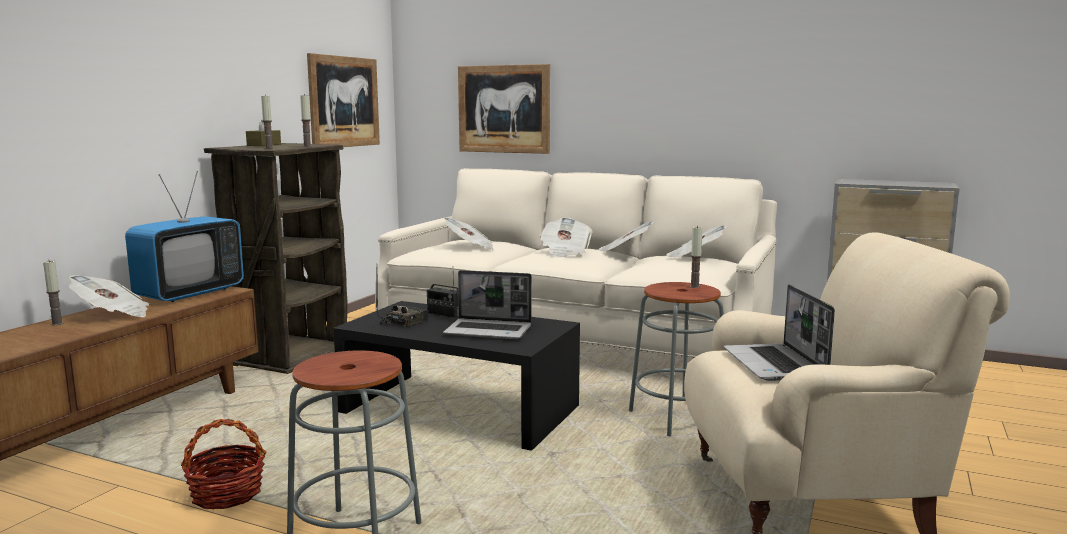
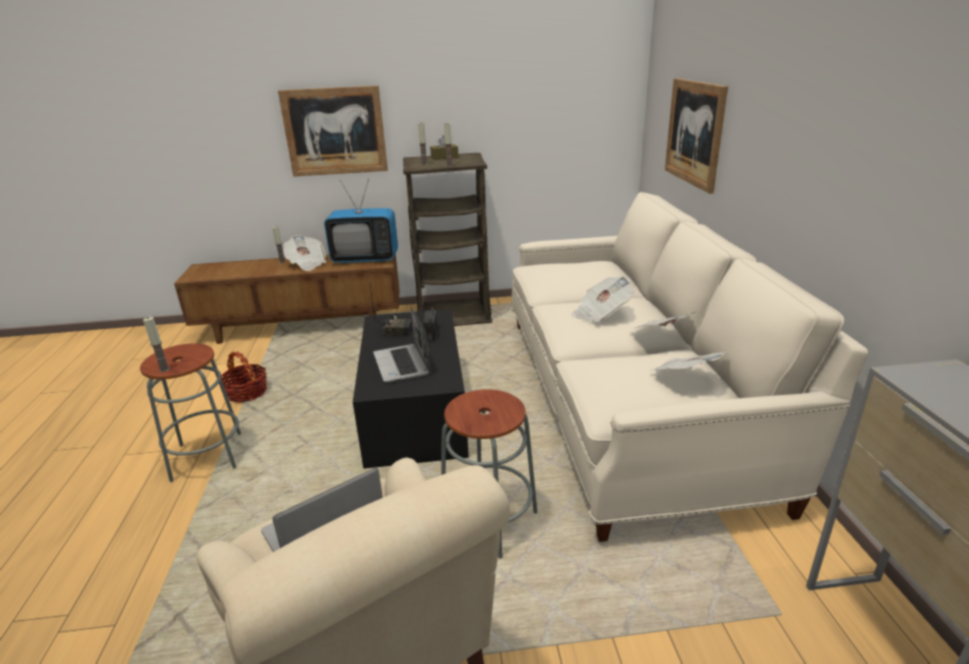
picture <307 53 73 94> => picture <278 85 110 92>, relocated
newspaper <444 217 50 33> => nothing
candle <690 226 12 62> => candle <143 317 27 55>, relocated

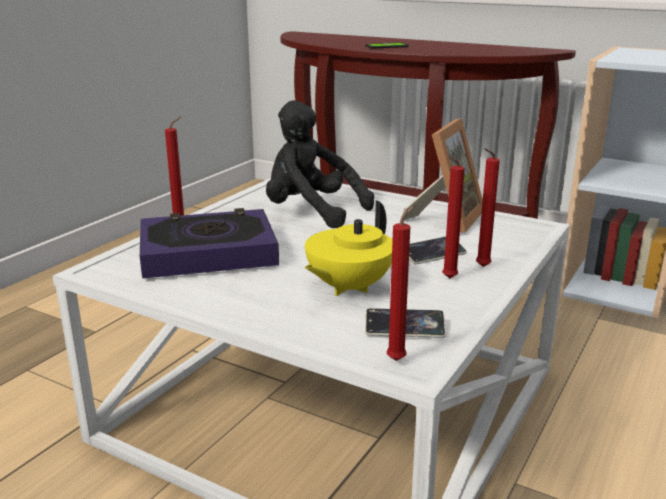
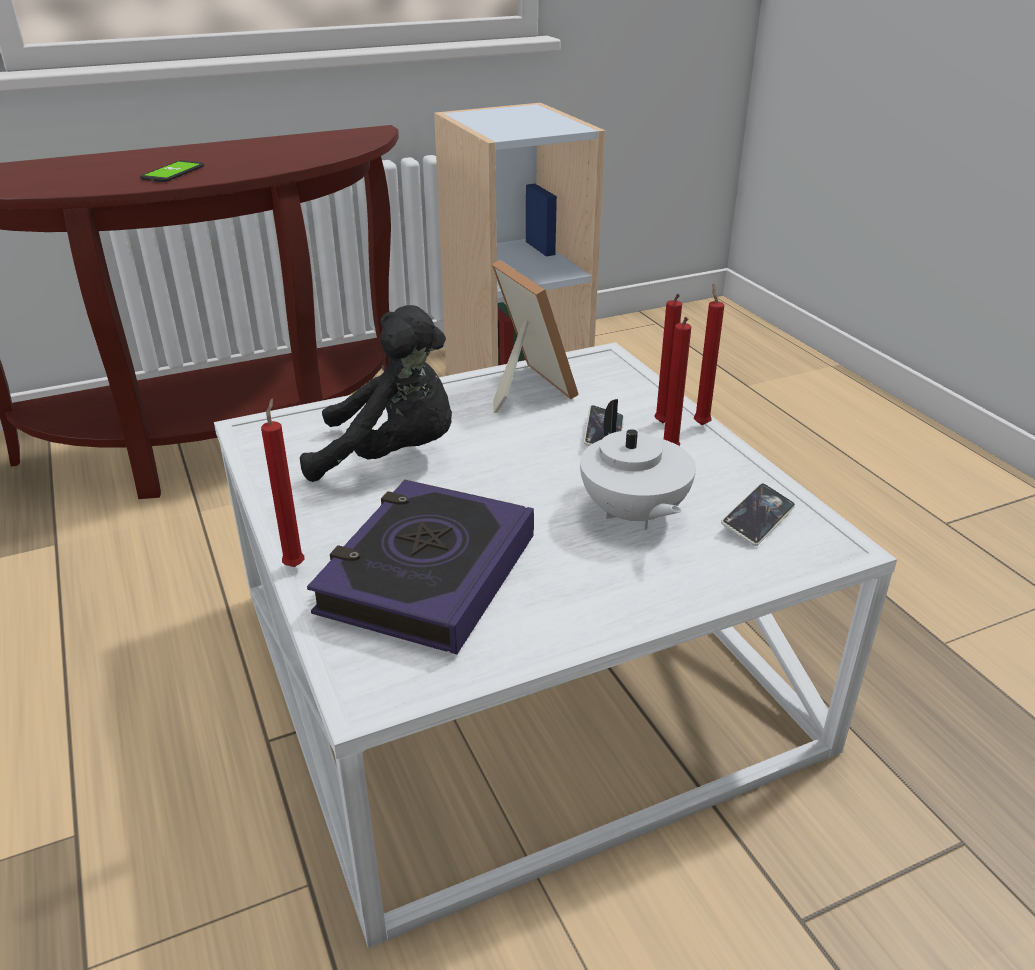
black plush toy <266 100 108 128> => black plush toy <300 305 152 177>, 150 degrees counterclockwise
yellow teapot <305 201 88 95> => white teapot <580 399 116 131>
red candle <387 205 28 156> => red candle <694 283 31 142>, relocated

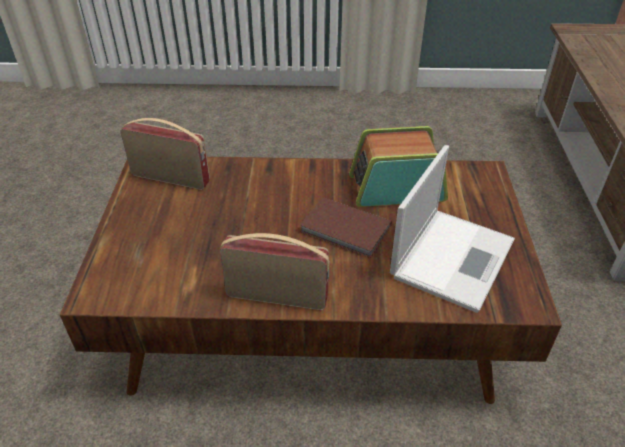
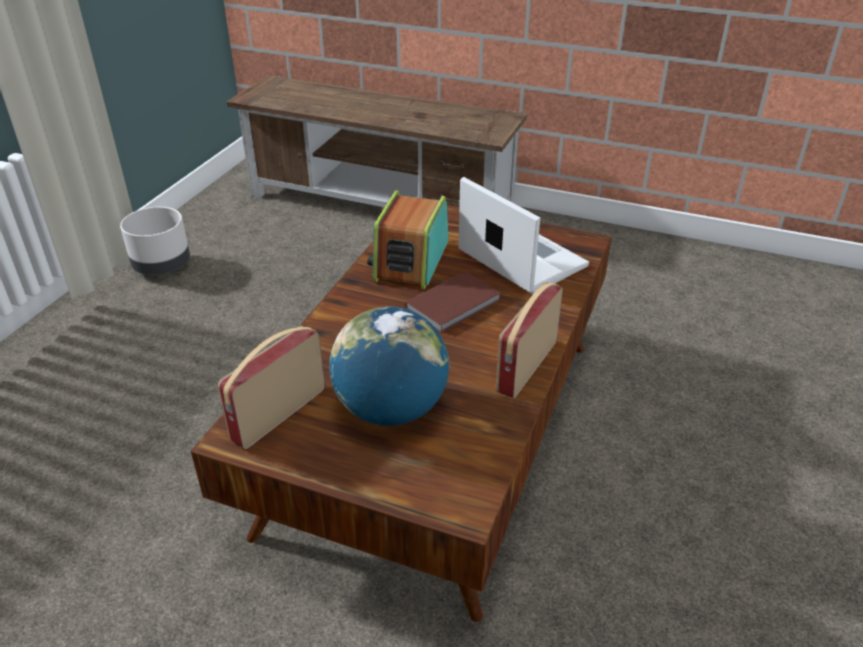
nothing => grey planter <120 207 70 68>
nothing => globe <329 306 120 120>

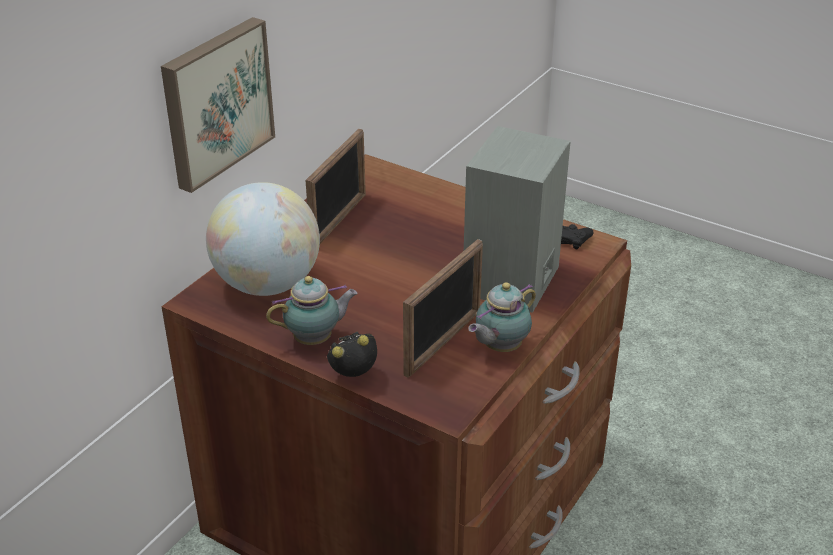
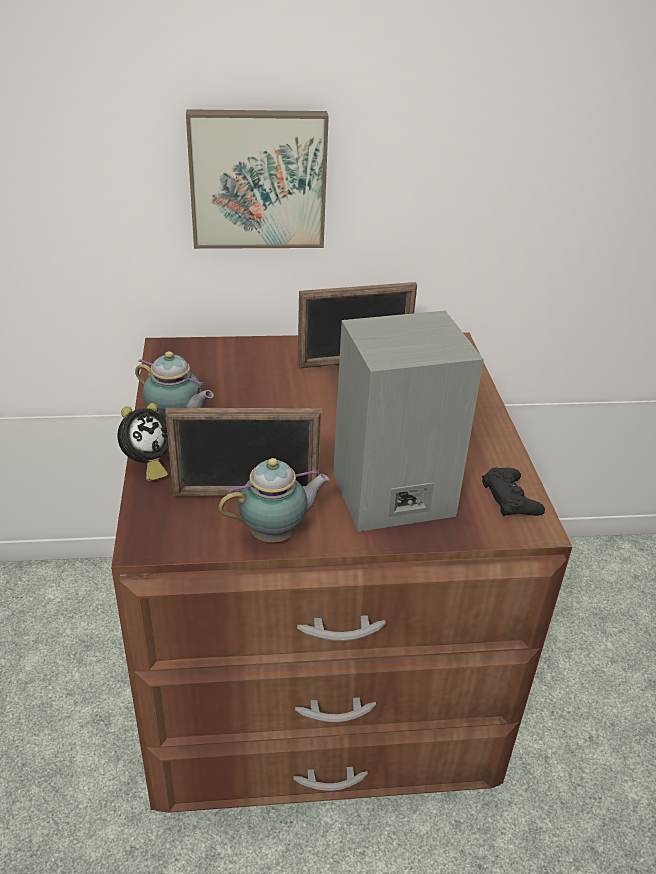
globe <206 182 114 114> => nothing
alarm clock <327 331 50 46> => alarm clock <117 403 52 78>, 105 degrees clockwise
teapot <468 282 68 70> => teapot <218 458 112 84>, 150 degrees clockwise

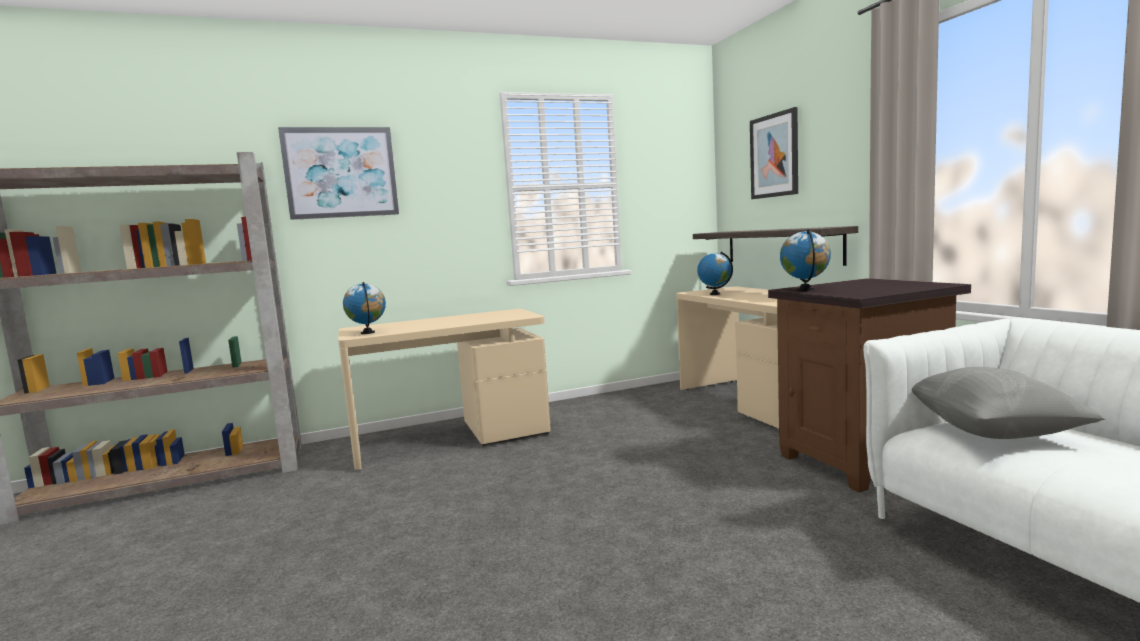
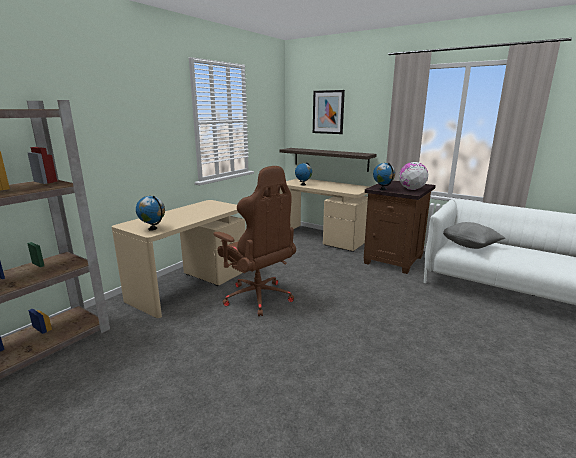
picture <278 127 121 93> => nothing
nothing => brown office chair <214 166 82 150>
nothing => globe <399 162 29 28>

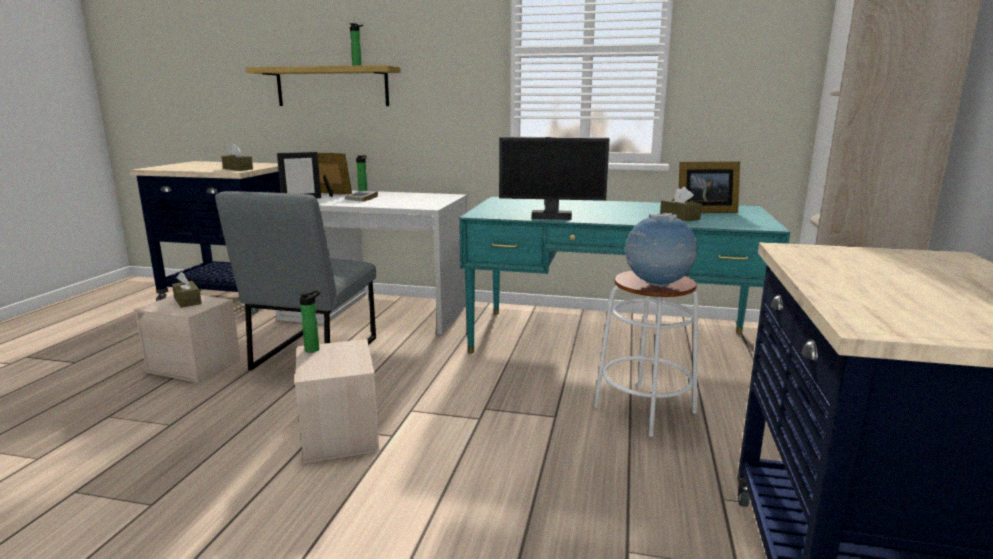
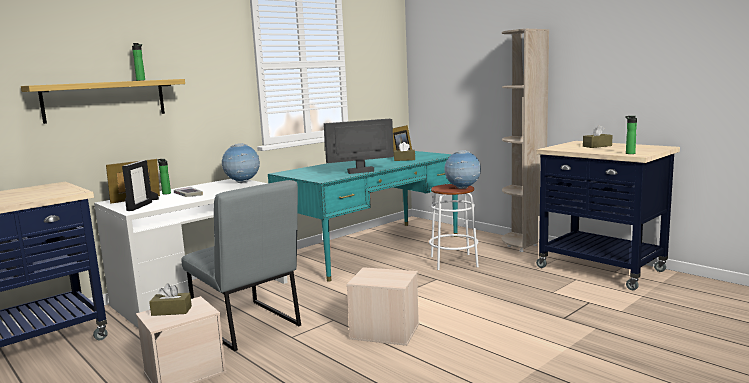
brown tissue box <221 144 32 27> => brown tissue box <583 125 30 23>, relocated
bottle <299 290 22 63> => bottle <625 116 12 38>, relocated
monitor <499 137 111 83> => monitor <324 119 70 55>, 150 degrees counterclockwise
nothing => globe <222 143 38 40>

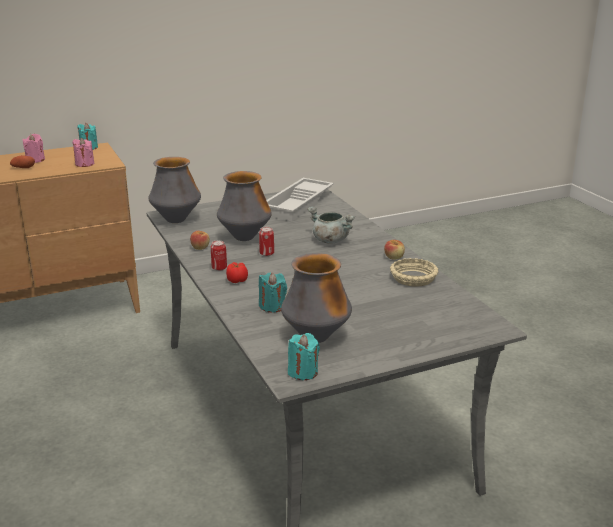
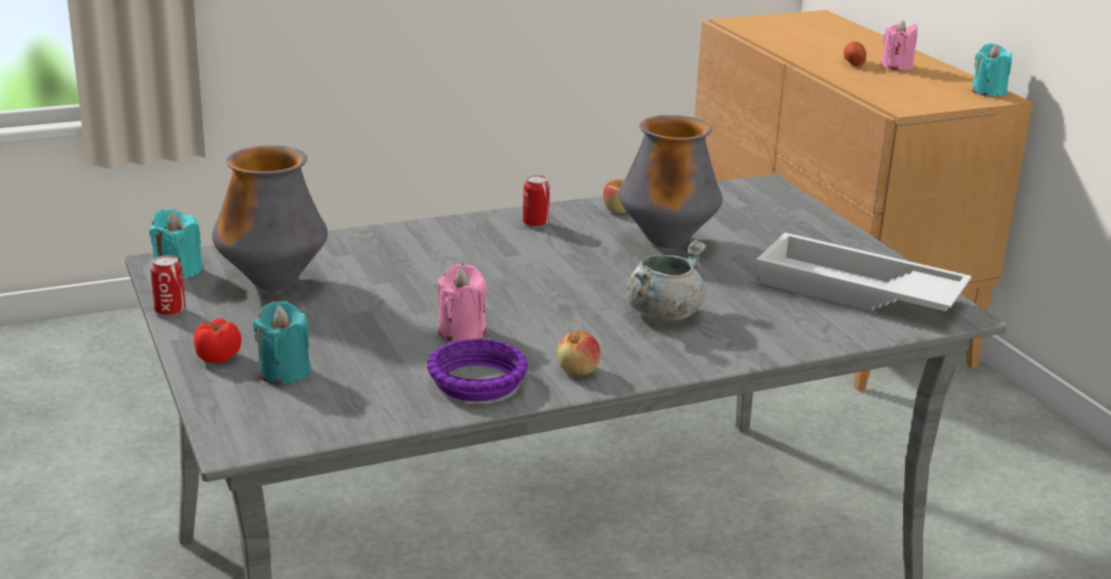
pink candle <72 138 22 29> => pink candle <437 264 50 78>, relocated
vase <149 157 52 66> => nothing
tomato <226 262 22 21> => tomato <194 318 47 45>, relocated
can <259 227 15 29> => can <150 255 36 61>, relocated
turquoise candle <259 273 28 40> => turquoise candle <253 301 58 84>, relocated
beige bowl <390 258 48 29> => purple bowl <427 338 101 63>

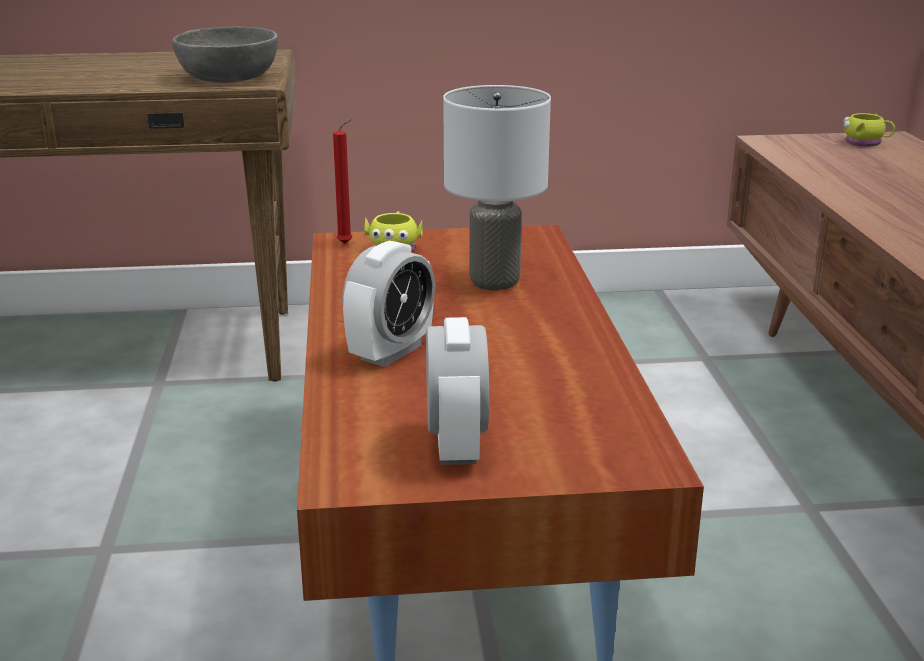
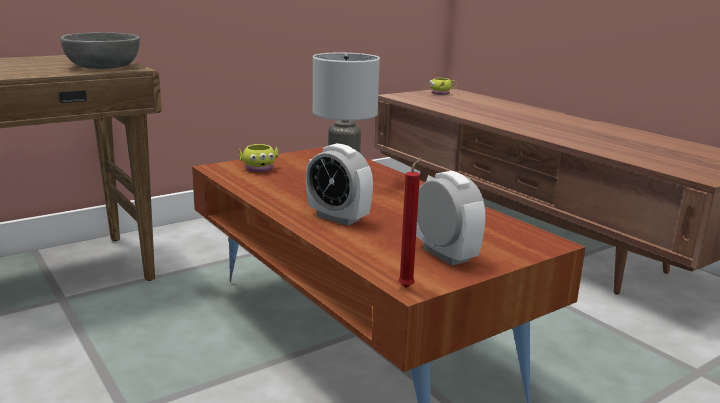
red candle <333 118 19 126> => red candle <398 157 24 131>, relocated
alarm clock <342 241 93 126> => alarm clock <306 143 67 83>, 120 degrees clockwise

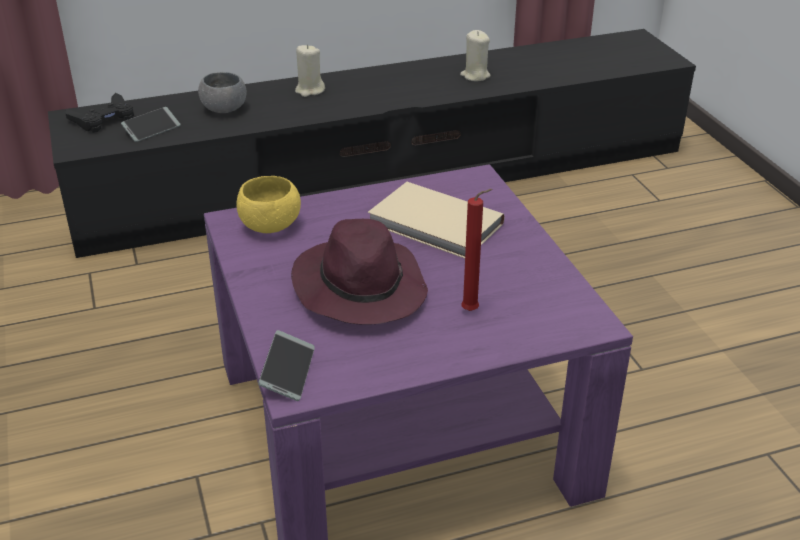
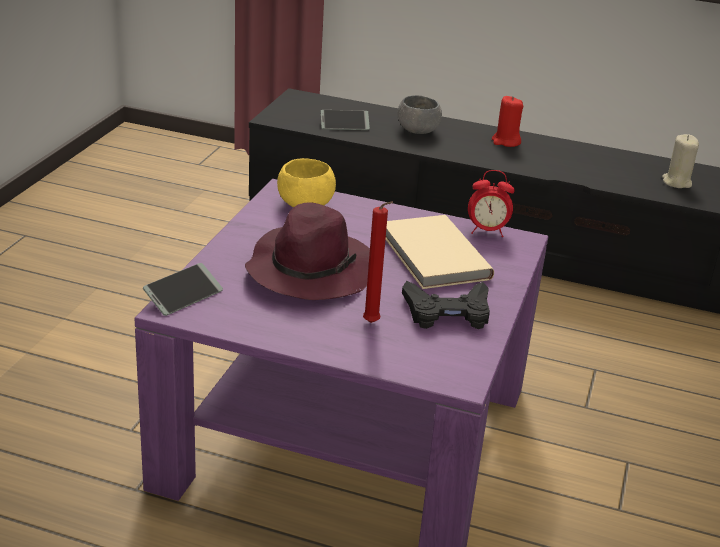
black game controller <66 93 68 40> => black game controller <402 281 88 48>, relocated
beige candle <295 44 30 53> => red candle <492 96 31 51>
nothing => alarm clock <468 170 47 67>

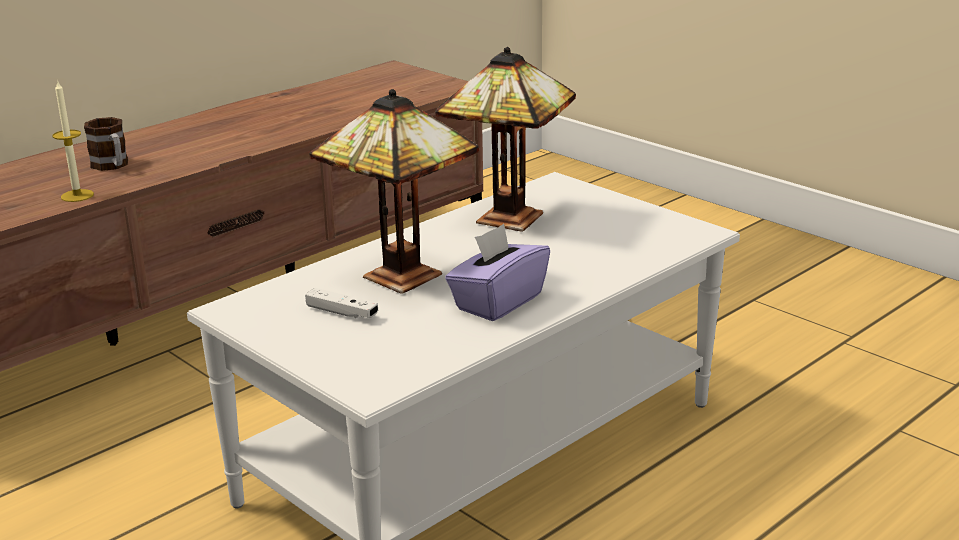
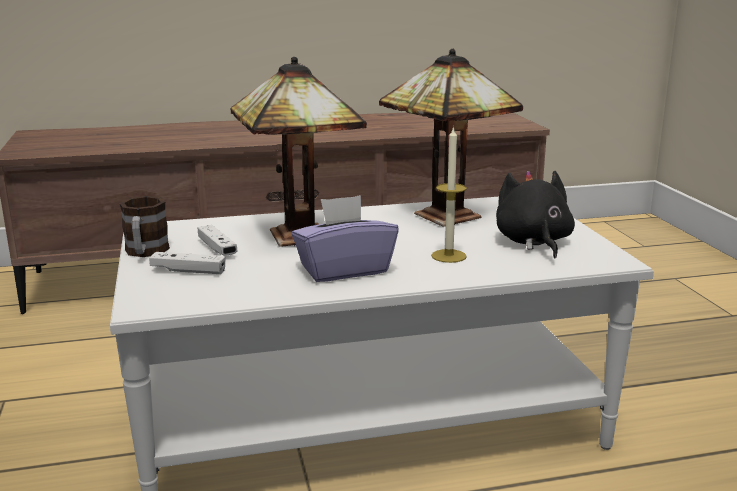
candle <52 80 42 122> => candle <431 126 36 137>, relocated
mug <84 117 44 54> => mug <120 196 50 61>, relocated
nothing => white game controller <149 252 76 22>
nothing => black plush toy <496 171 79 87>

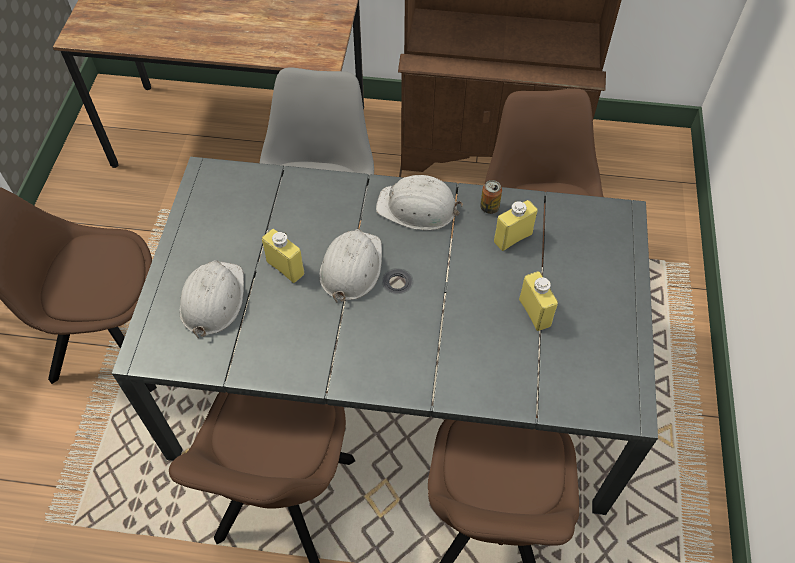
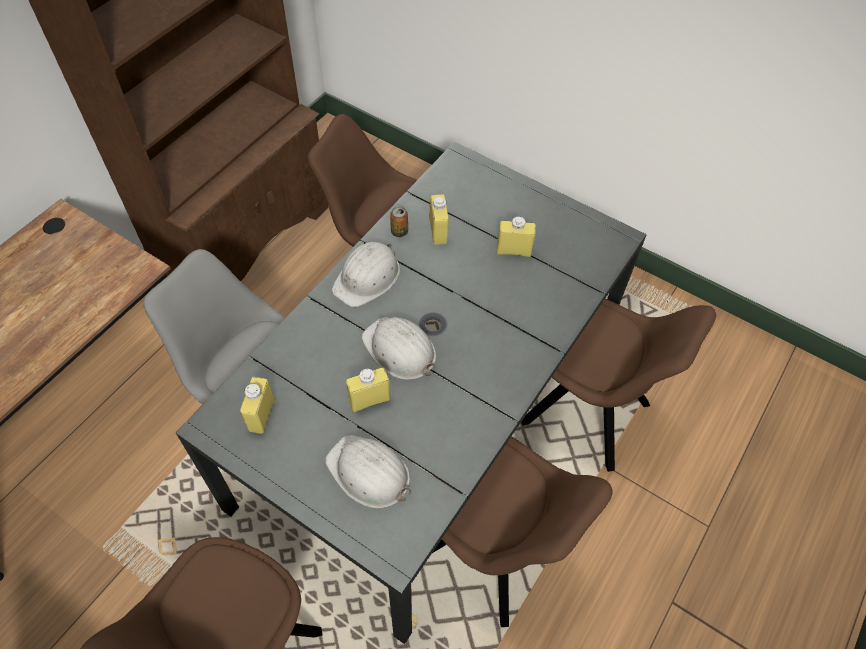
nothing => yellow bottle <240 377 35 57>

